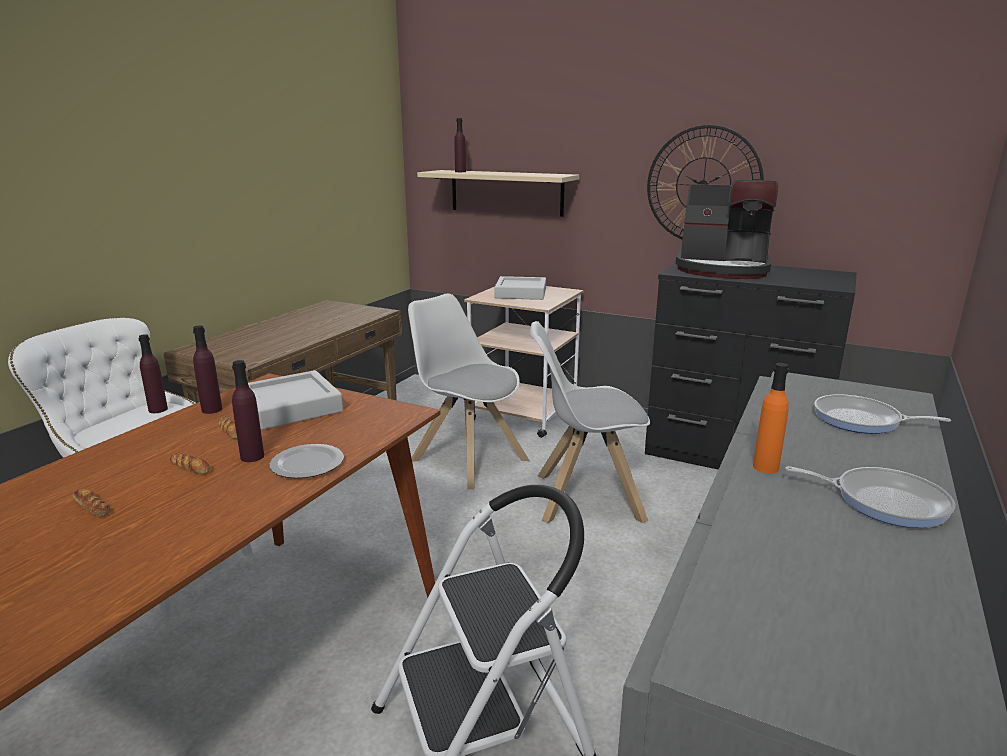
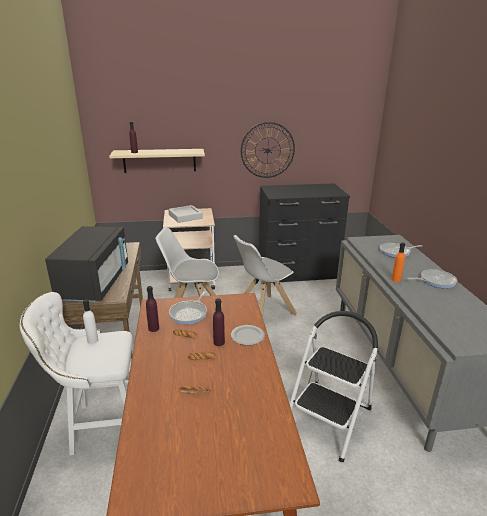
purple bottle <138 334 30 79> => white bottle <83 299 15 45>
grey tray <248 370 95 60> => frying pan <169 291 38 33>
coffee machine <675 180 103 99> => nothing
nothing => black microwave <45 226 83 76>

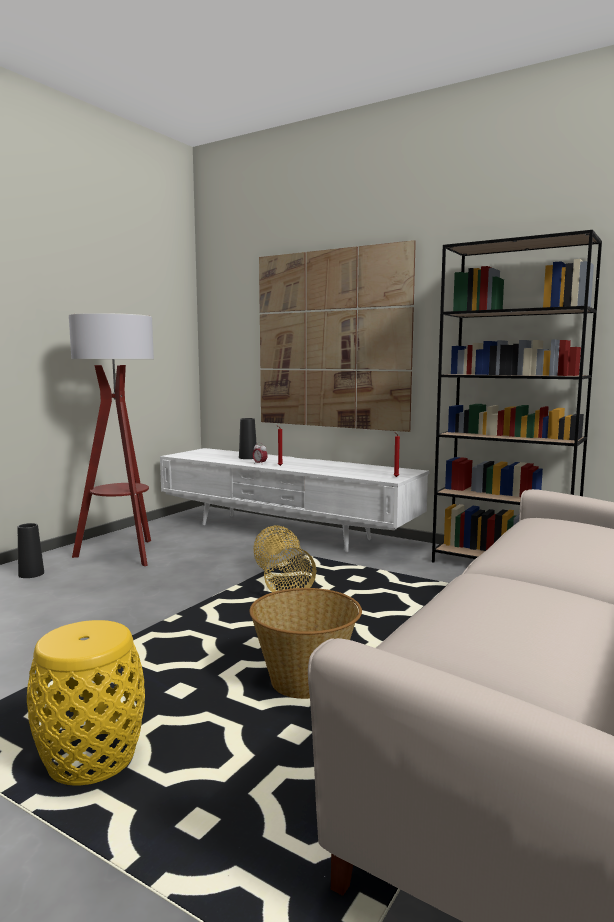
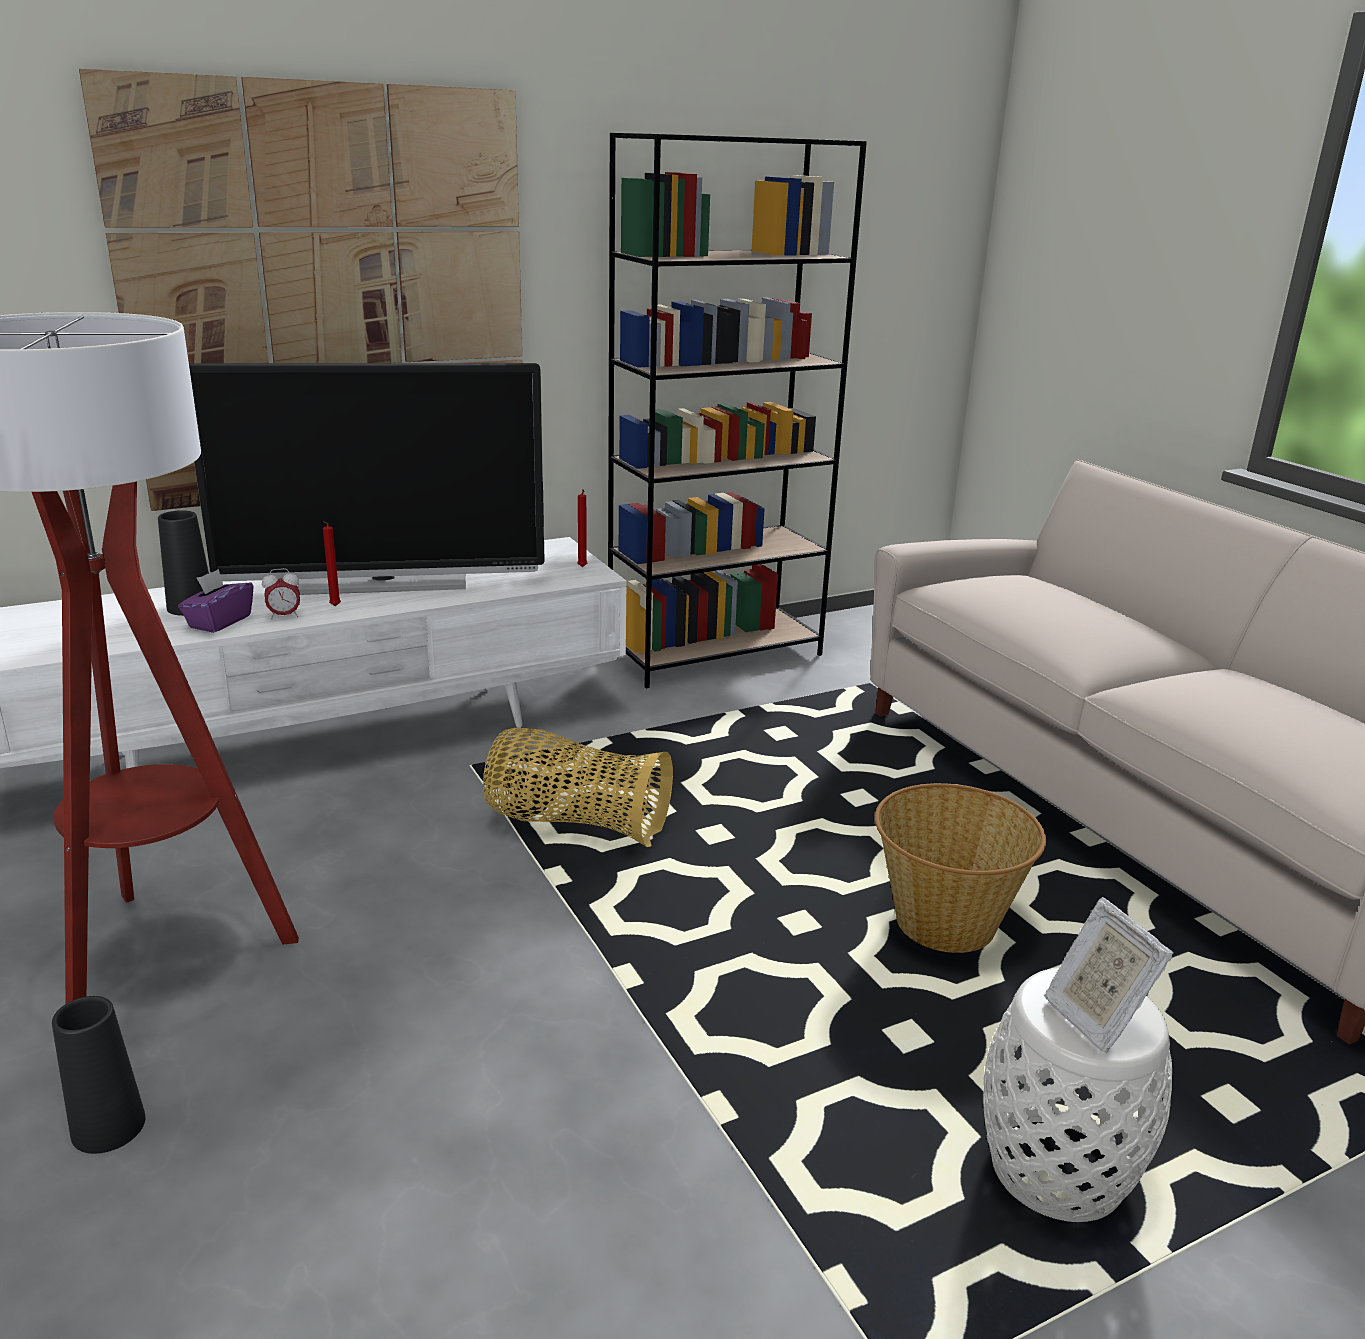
yellow stool <27 620 118 165> => white stool <983 968 189 254>
nothing => purple tissue box <178 569 76 64>
nothing => television <189 363 356 232>
nothing => picture frame <1044 897 130 156>

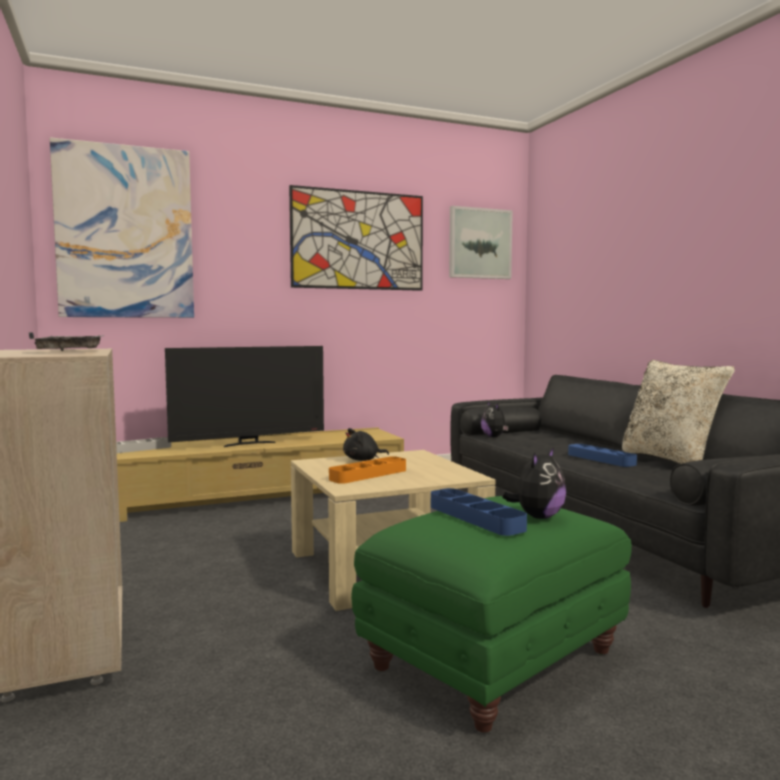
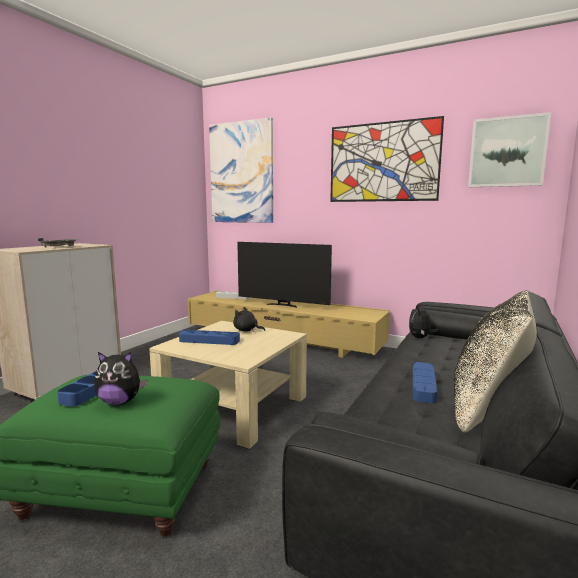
orange tray <329 456 77 28> => blue tray <179 330 61 15>

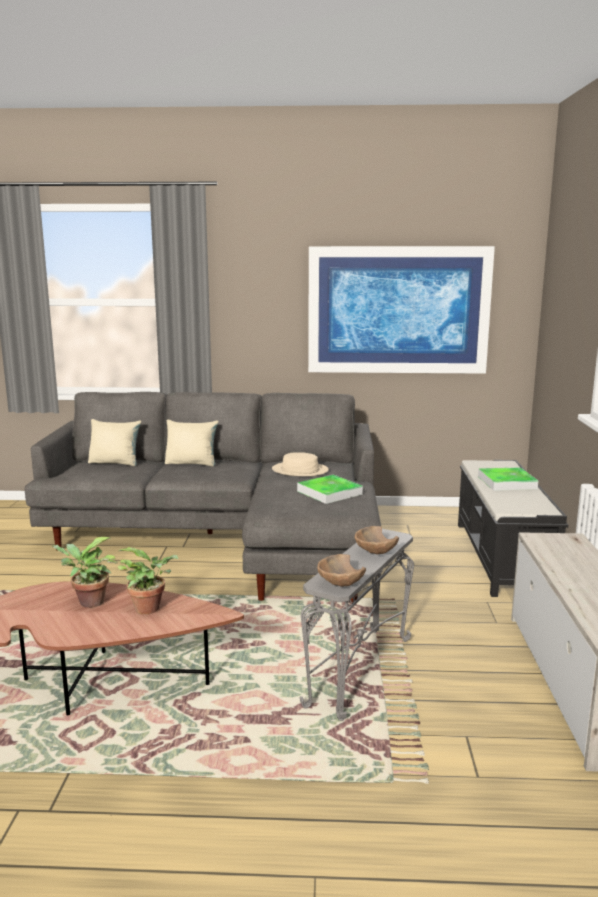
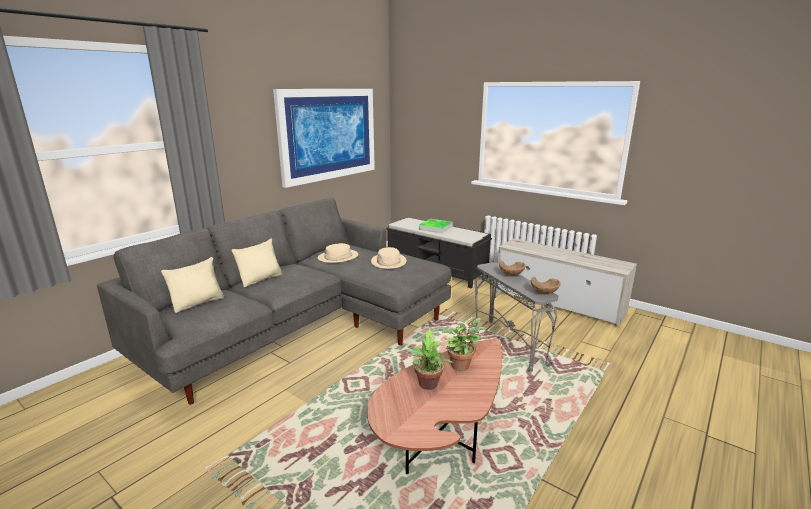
tray <297 475 66 29> => beige hat <371 247 35 22>

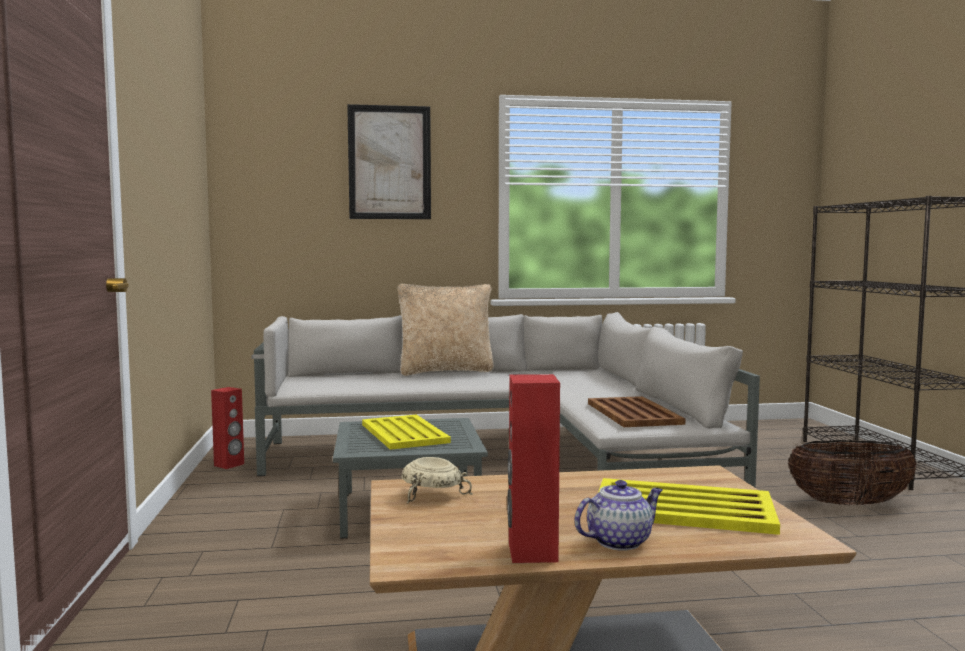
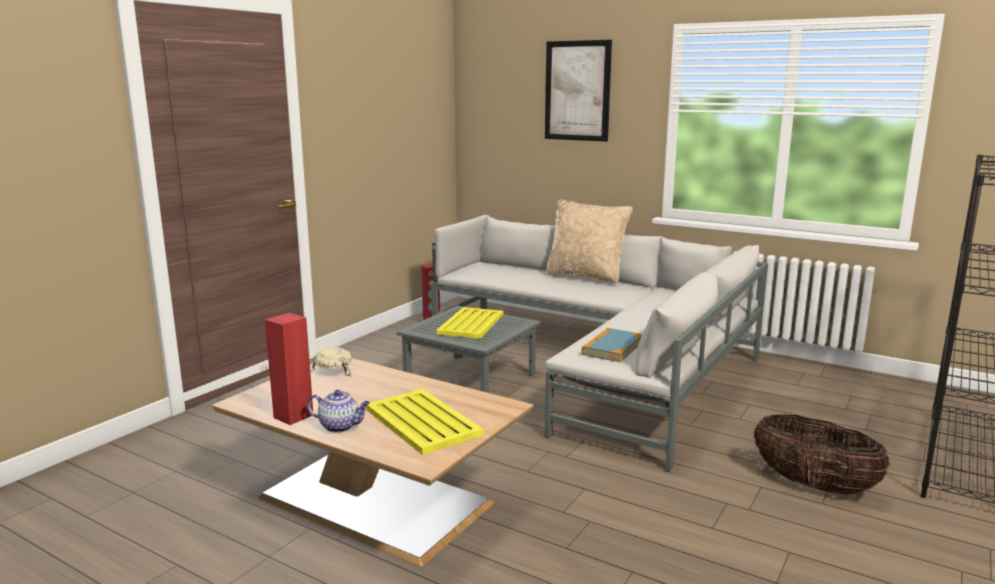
brown tray <588 396 97 31> => book <581 328 61 34>

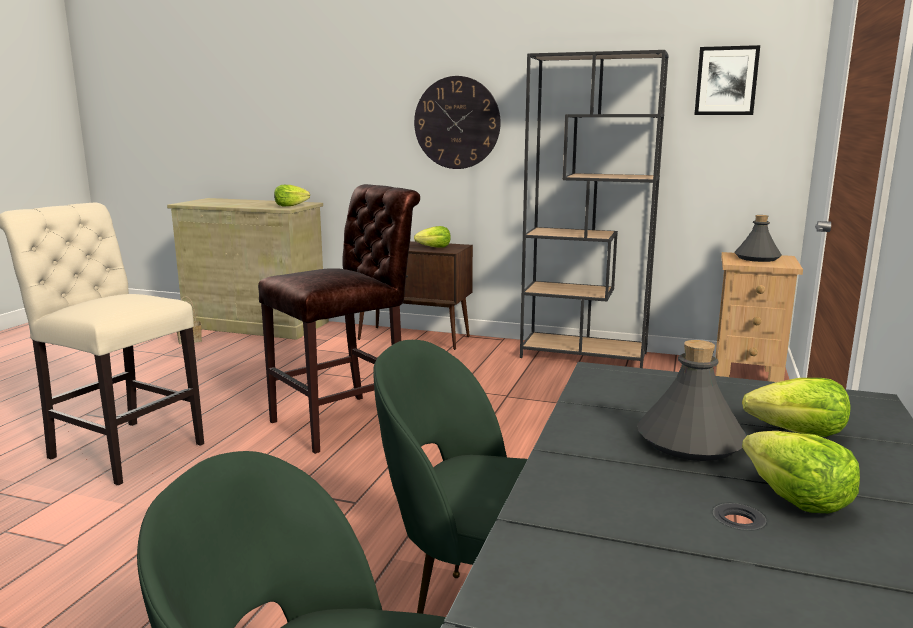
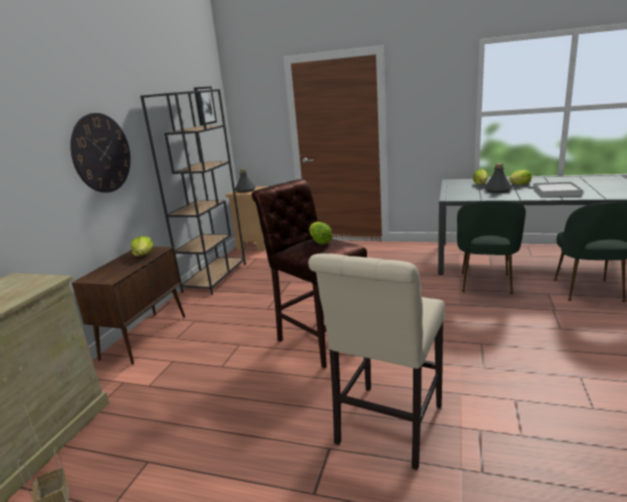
lettuce <274 185 36 21> => lettuce <309 222 23 22>, relocated
nothing => white tray <533 182 50 15>

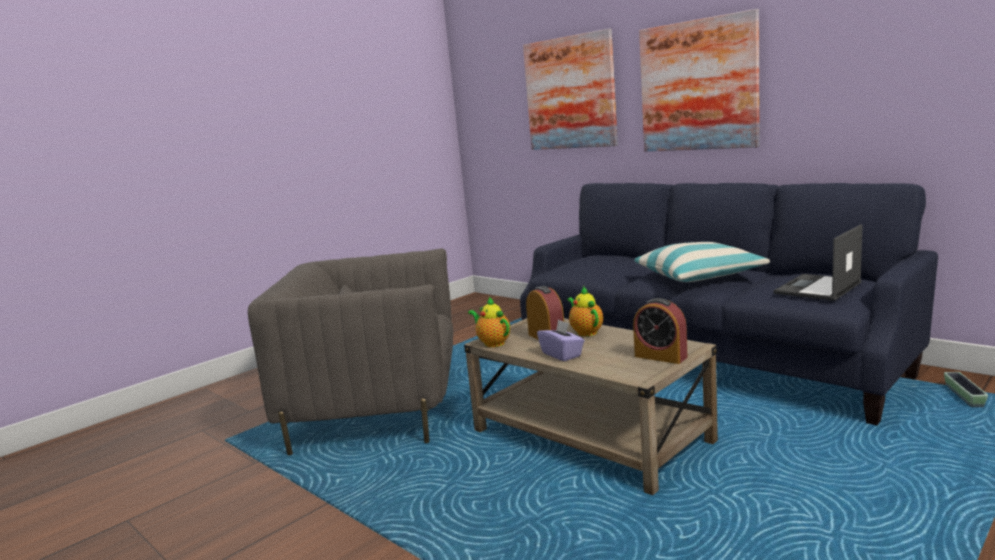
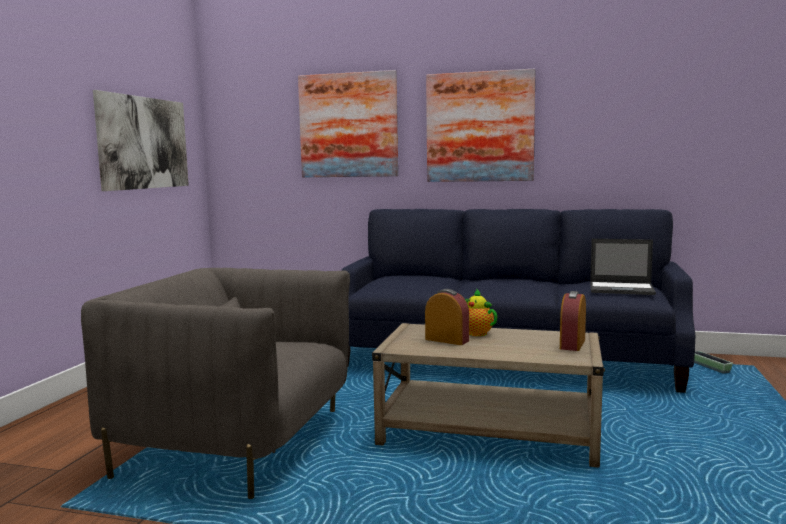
grey armchair <248 248 205 207> => grey armchair <81 268 269 231>, 45 degrees clockwise
teapot <468 297 42 50> => nothing
purple tissue box <537 319 48 42> => nothing
alarm clock <633 298 54 66> => alarm clock <560 291 26 60>, 105 degrees clockwise
pillow <634 242 136 40> => nothing
laptop <773 224 89 77> => laptop <590 239 66 56>, 90 degrees counterclockwise
nothing => picture <93 90 96 101>

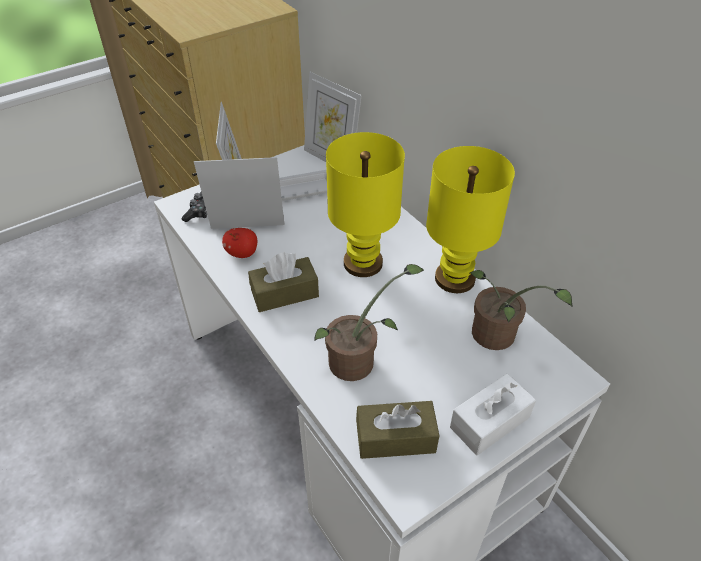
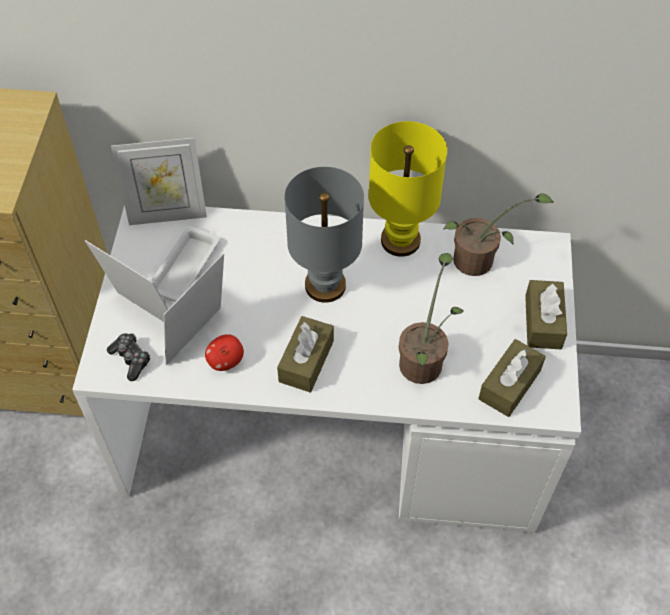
yellow table lamp <326 132 79 145> => grey table lamp <284 167 80 136>
white tissue box <450 374 86 82> => brown tissue box <525 280 42 69>

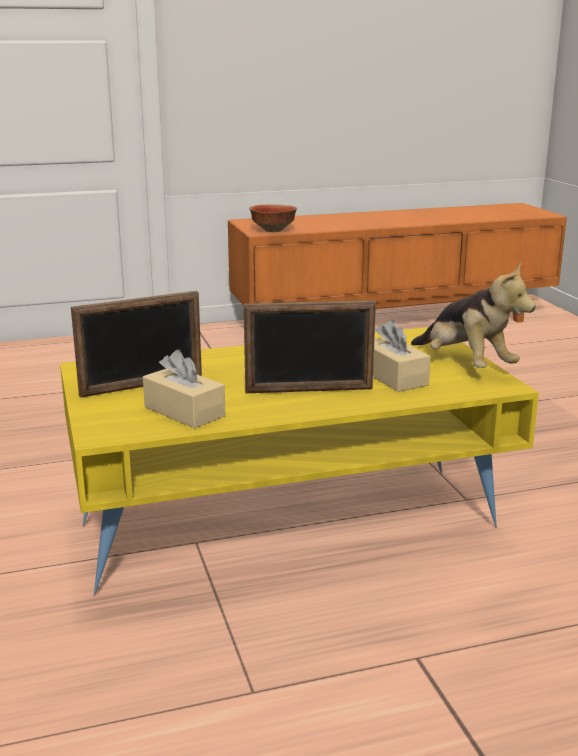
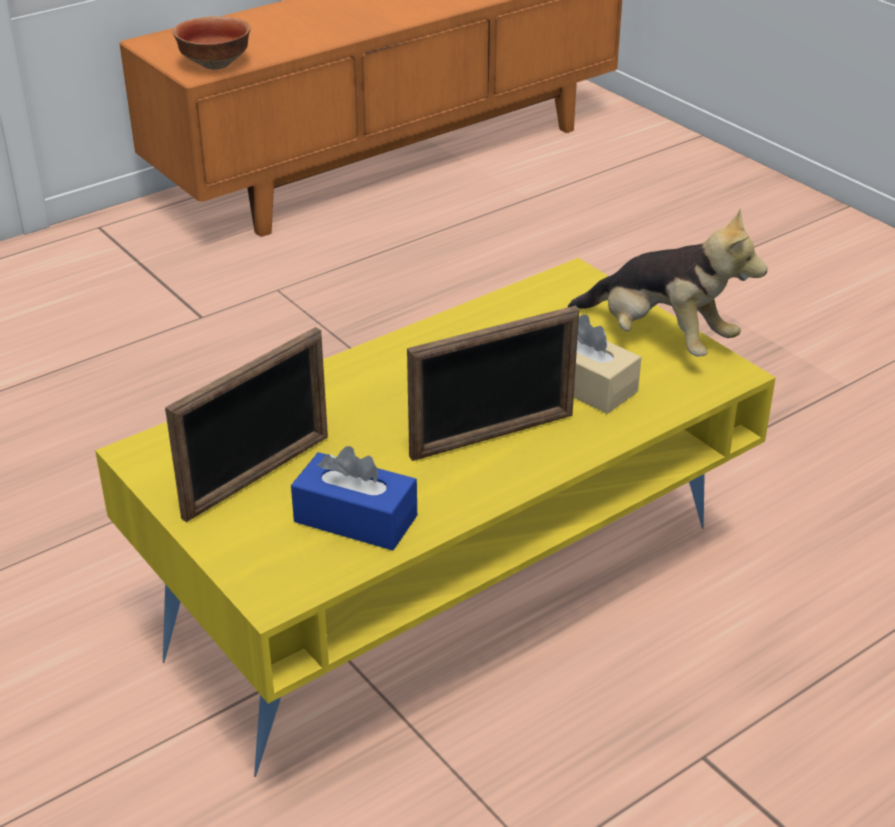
beige tissue box <143 350 82 79> => blue tissue box <291 446 126 104>

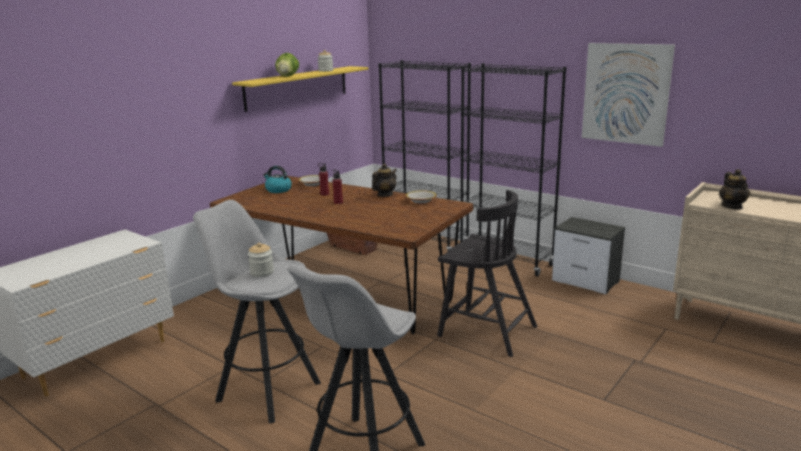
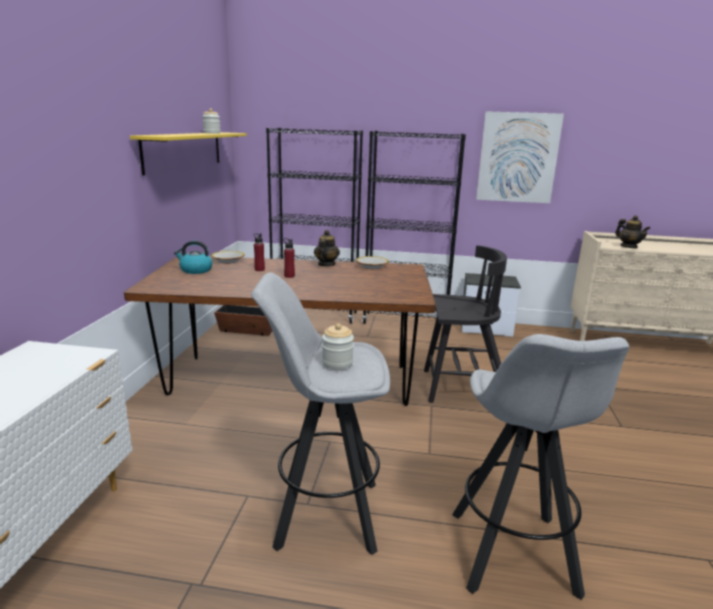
lettuce <275 53 24 24> => nothing

